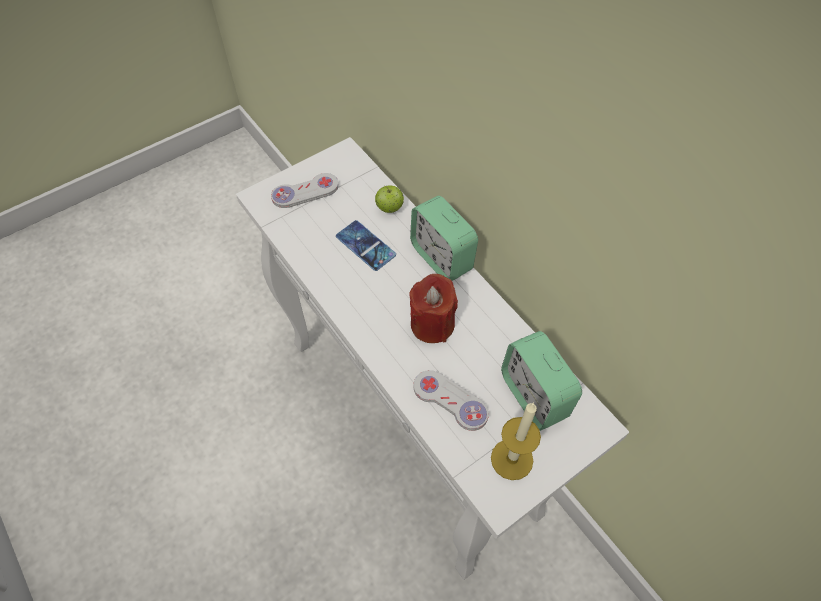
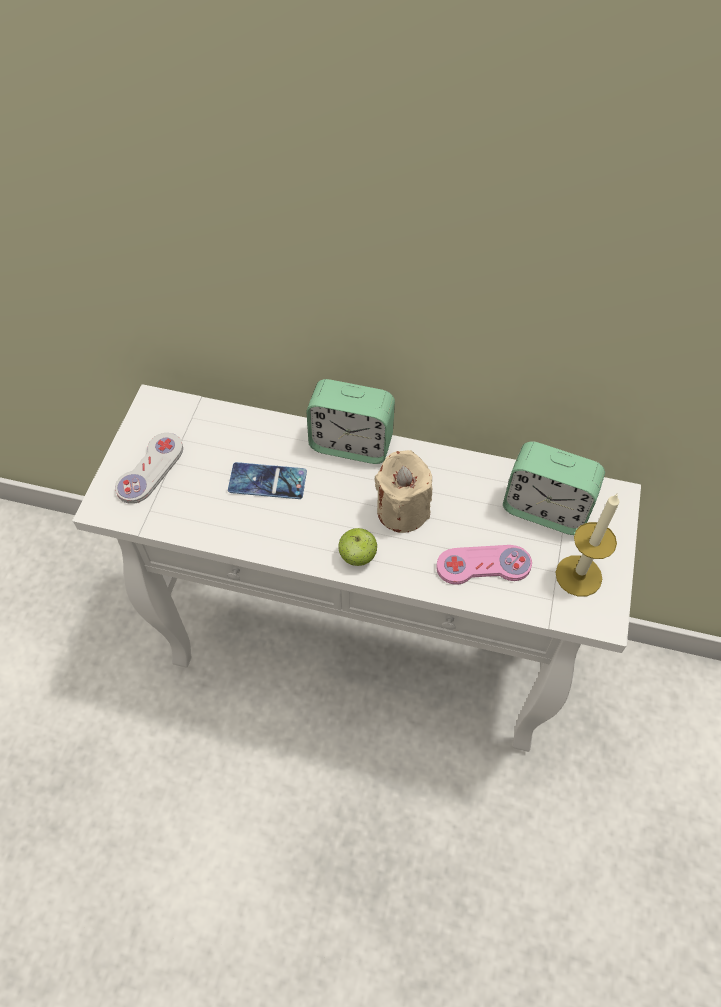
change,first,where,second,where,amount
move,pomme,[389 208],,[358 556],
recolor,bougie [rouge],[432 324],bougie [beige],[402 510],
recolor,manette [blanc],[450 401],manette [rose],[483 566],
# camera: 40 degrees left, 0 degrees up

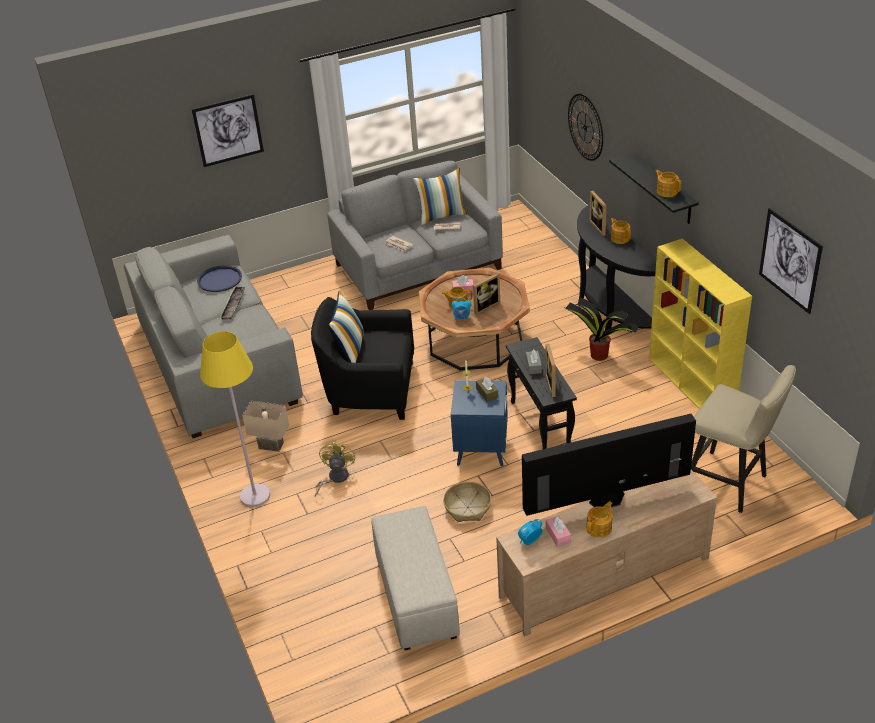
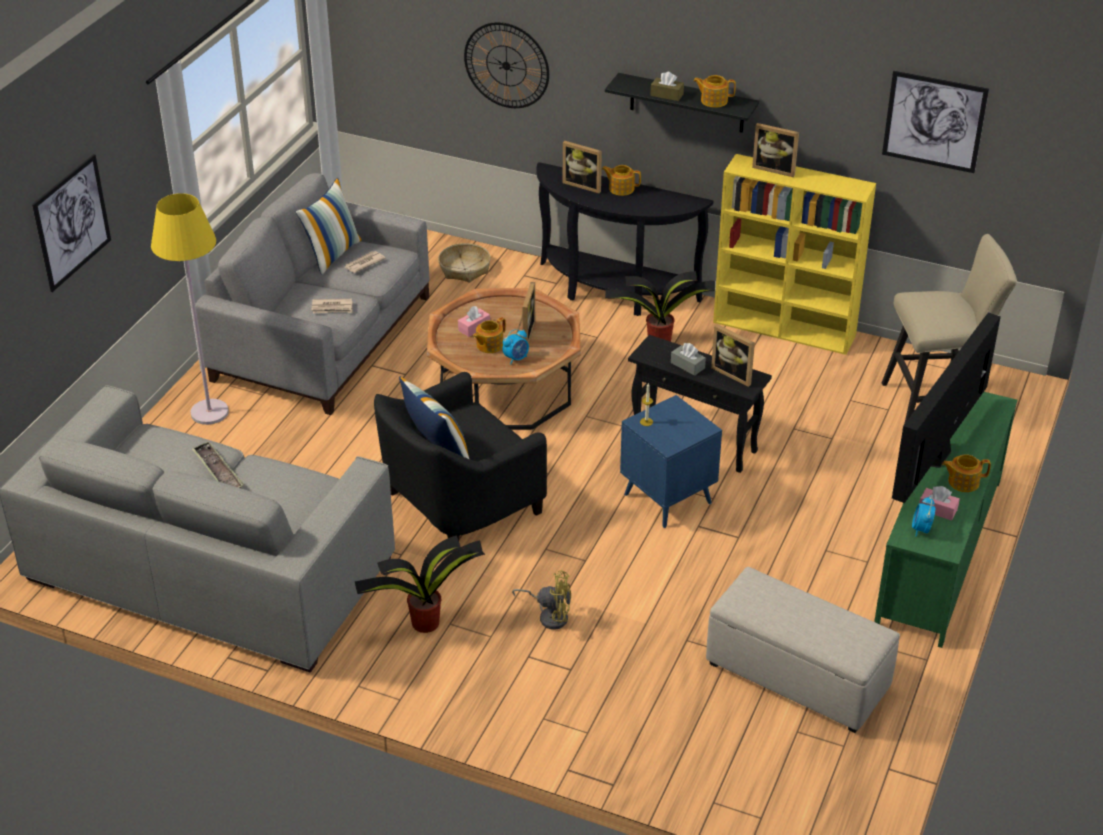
change,first,where,second,where,amount
move,lampadaire [jaune],[255 495],,[209 412],
replace,lampe de table [beige],[272 445],plante en pot,[423 623],
move,panier,[467 507],,[465 269],
rotate,ventilateur [jaune],[334 478],,[550 616],135 degrees clockwise
move,boîte à mouchoirs [marron],[487 393],,[667 95],
insert,,,cadre photo,[775 169],
recolor,meuble télé [beige],[604 577],meuble télé [vert],[939 552],
rotate,théière,[599 528],,[962 482],90 degrees counterclockwise
delete,plateau [bleu],[219 279],,,
# camera: 45 degrees left, 0 degrees up

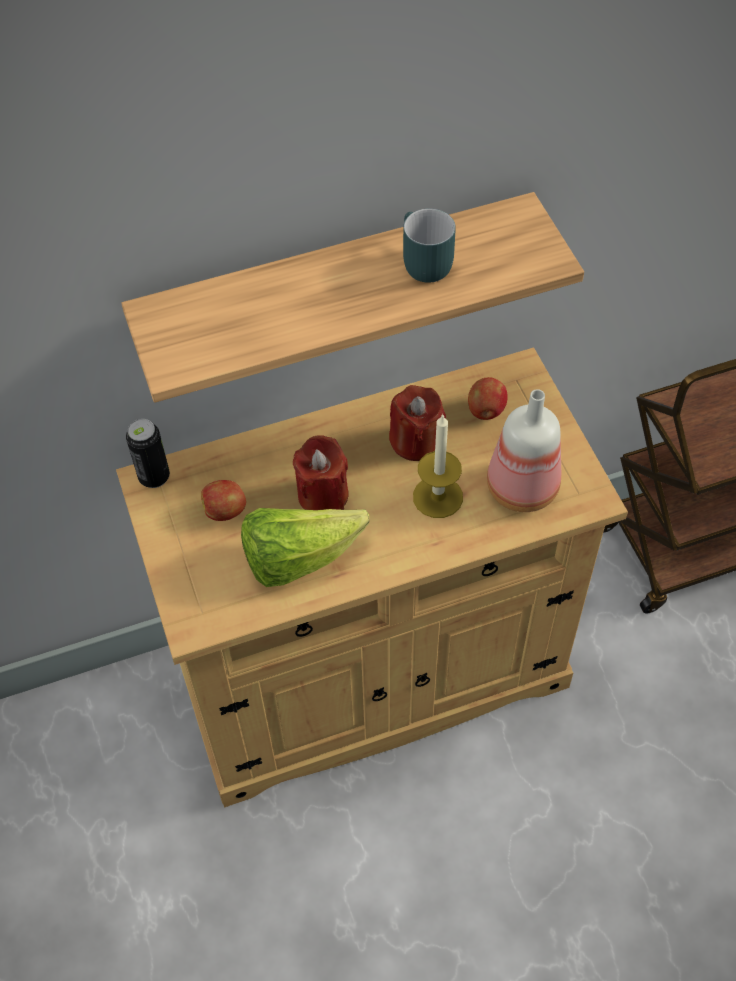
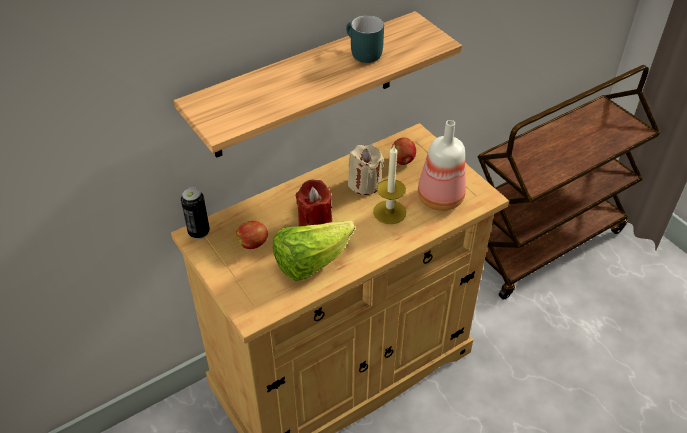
change,first,where,second,where,amount
recolor,bougie [rouge],[415 441],bougie [beige],[364 184],
# camera: 15 degrees left, 10 degrees down

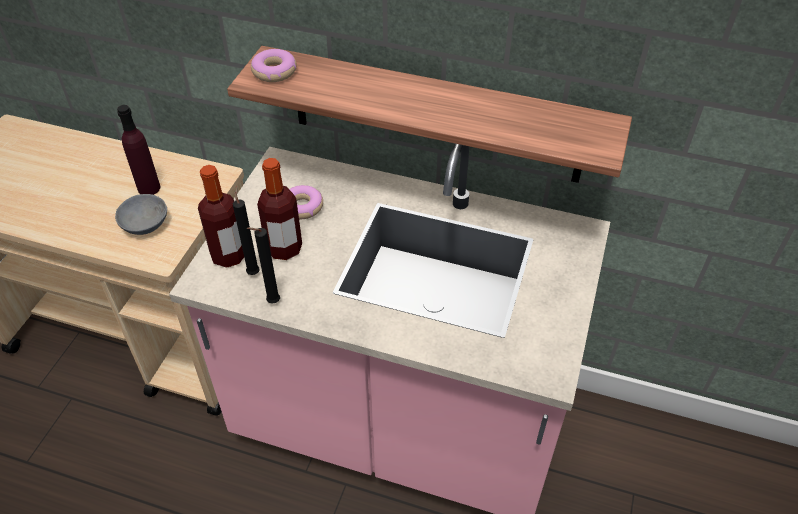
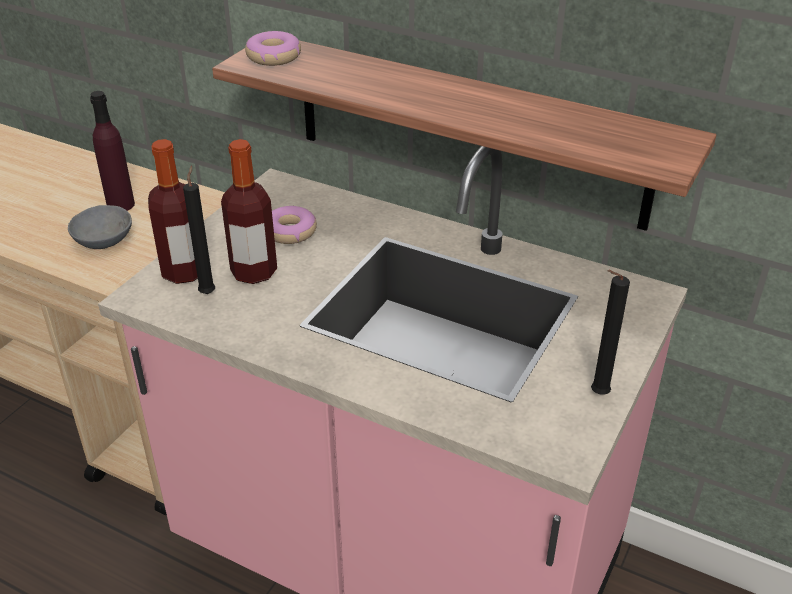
change,first,where,second,where,amount
move,bougie [noir],[271 302],,[596 394],
# camera: 10 degrees right, 10 degrees down

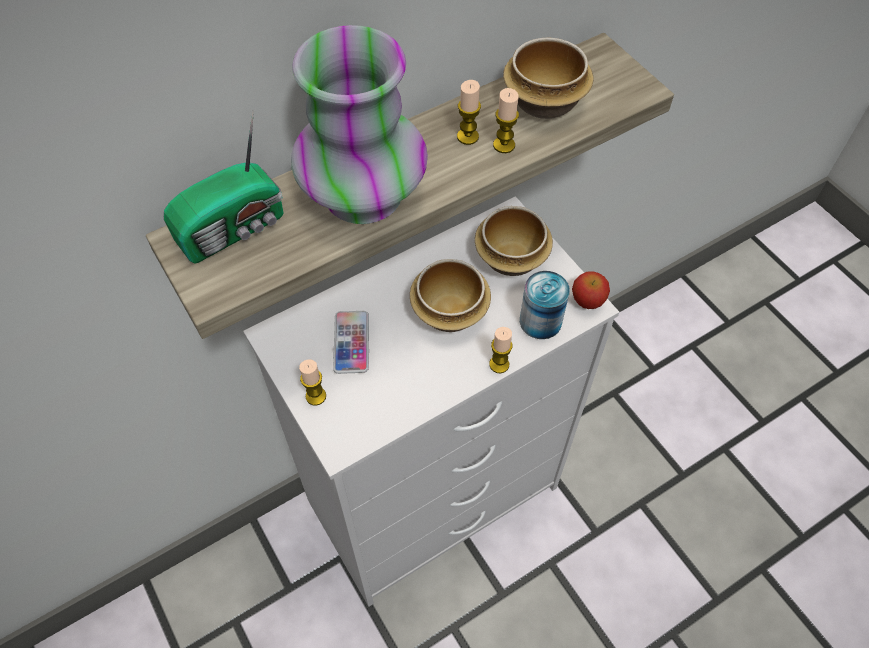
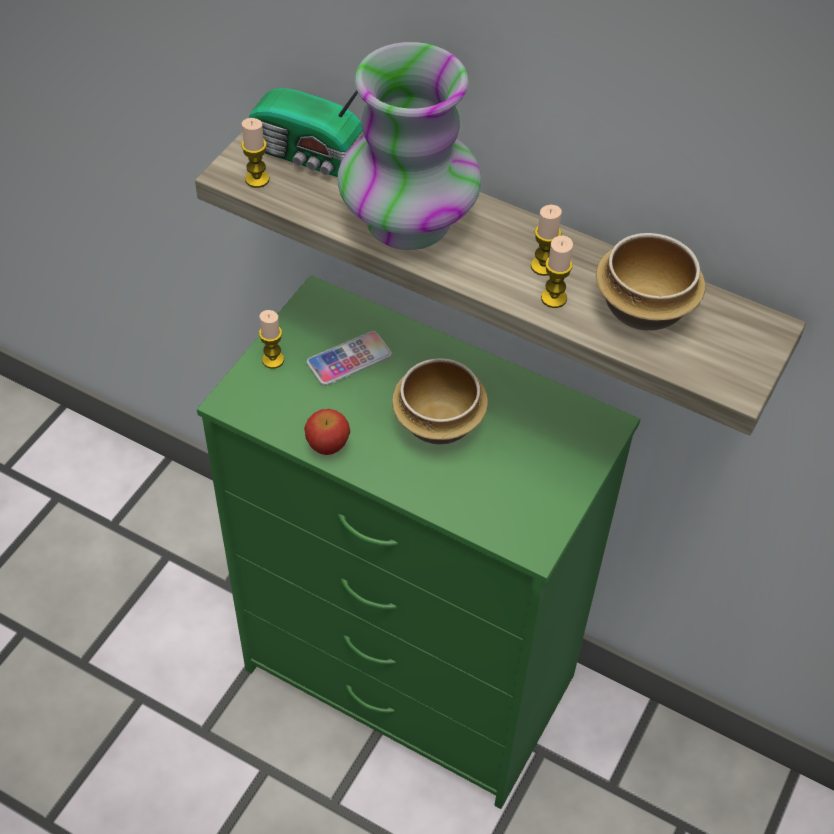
change,first,where,second,where,amount
recolor,commode [blanc],[435 493],commode [vert],[412 674],
move,bougie,[499 364],,[257 179],
move,pomme,[587 301],,[327 445],
delete,bol,[512 258],,,
delete,boîte métallique,[540 321],,,
# camera: 60 degrees right, 5 degrees down

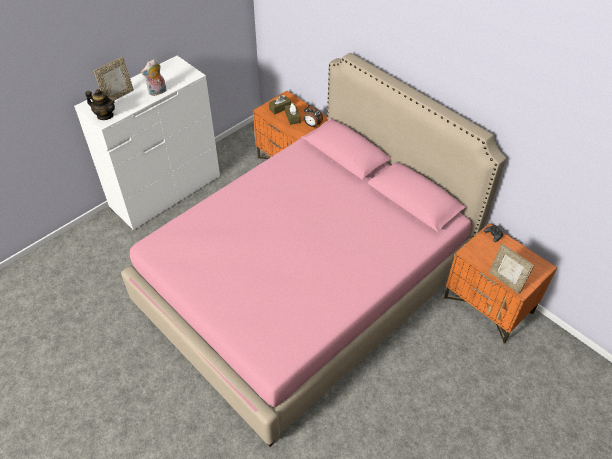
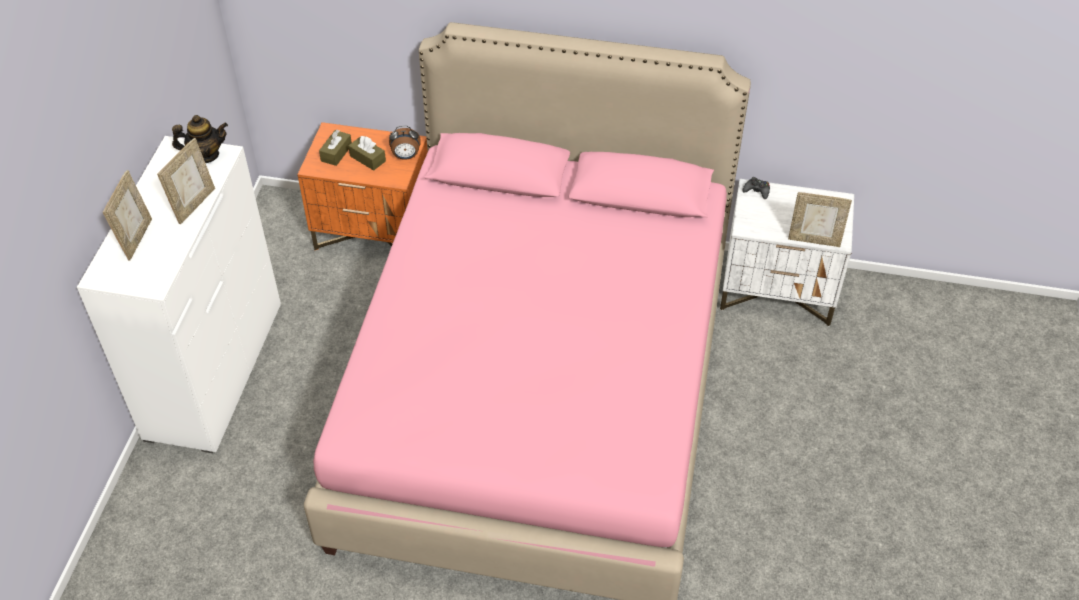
change,first,where,second,where,amount
replace,peluche,[157 92],cadre photo,[194 204],
move,théière,[105 115],,[206 155],
recolor,table de chevet [orange],[488 306],table de chevet [blanc],[778 290],
# camera: 35 degrees left, 0 degrees up

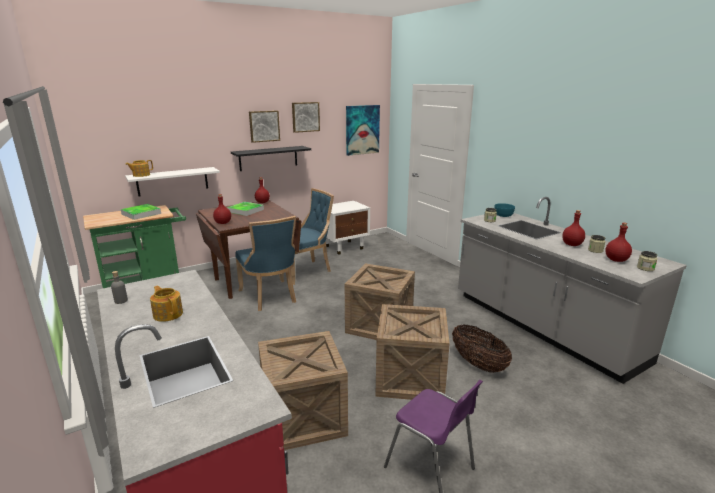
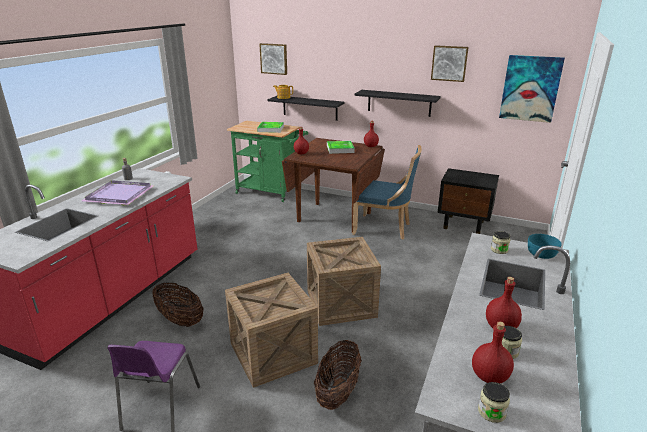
change,first,where,second,where,amount
replace,théière,[168 314],plateau [violet],[119 195],
replace,caisse,[303 417],panier,[180 320],
move,tableau,[264 126],,[274 58],
recolor,étagère [blanc],[173 181],étagère [noir],[310 108],
recolor,table de chevet [blanc],[344 247],table de chevet [noir],[464 225],
delete,chaise [bleu],[270 297],,,
# camera: 55 degrees right, 5 degrees up

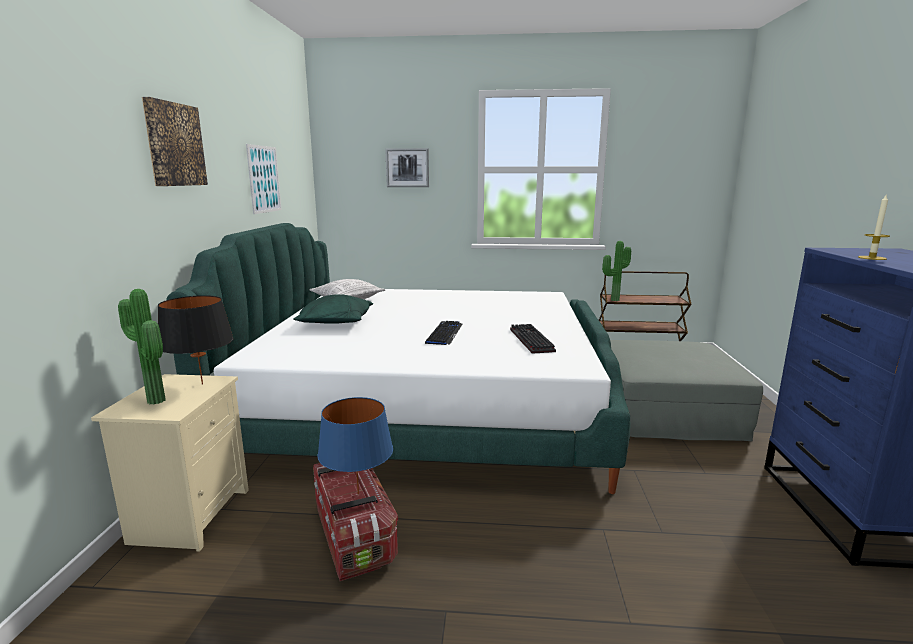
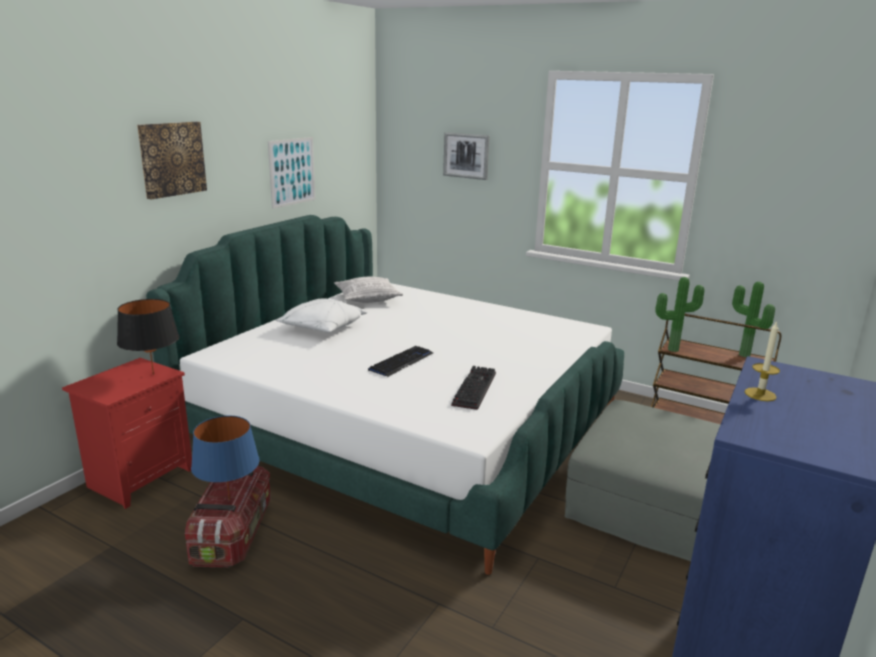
change,first,where,second,where,amount
recolor,table de chevet [beige],[190 515],table de chevet [rouge],[141 477],
recolor,coussin [vert],[336 323],coussin [blanc],[322 328],
move,plante en pot,[153 402],,[743 355],
# camera: 25 degrees right, 5 degrees up

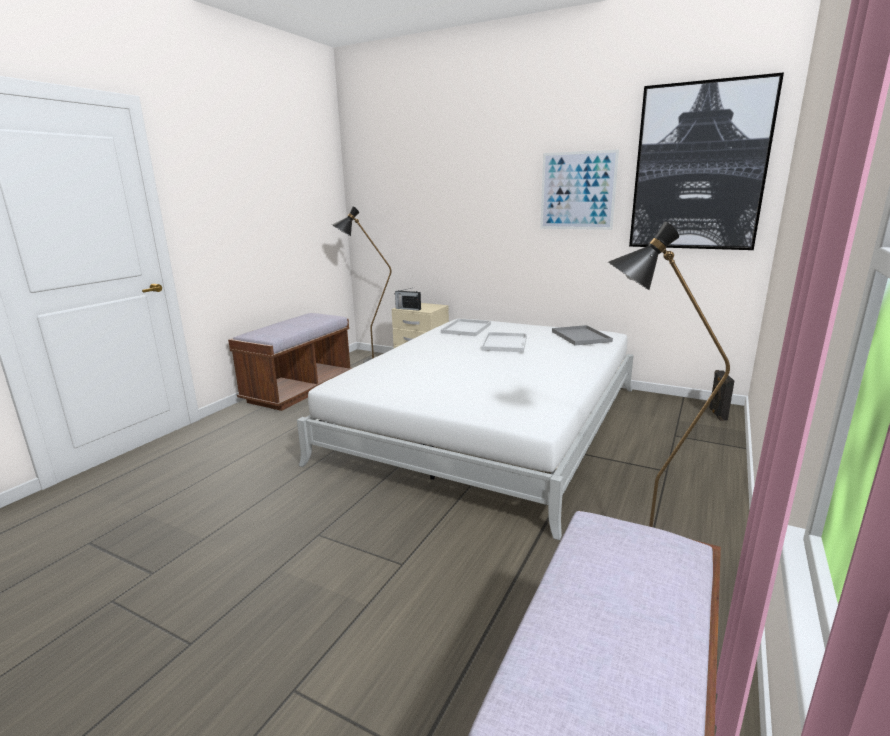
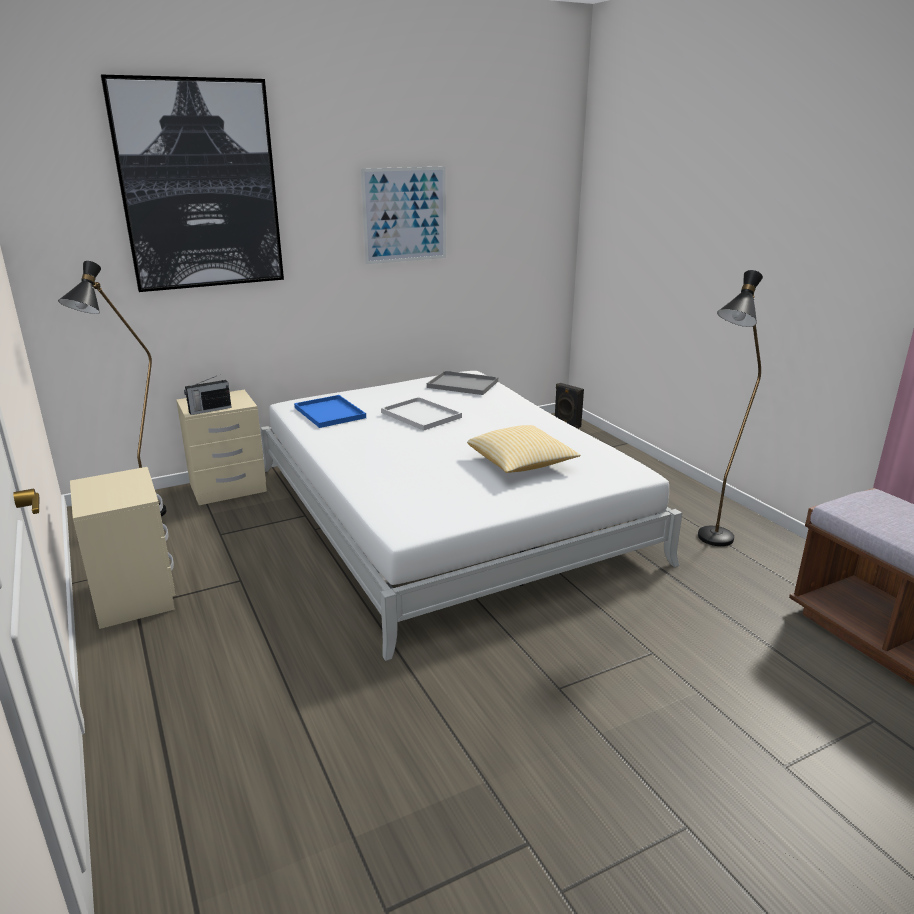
change,first,where,second,where,amount
replace,banc [marron],[299 389],table de chevet [beige],[134 596],
move,tableau,[699 168],,[199 186],
recolor,plateau [blanc],[466 328],plateau [bleu],[328 412],
insert,,,coussin,[521 464],
# camera: 55 degrees left, 5 degrees up

